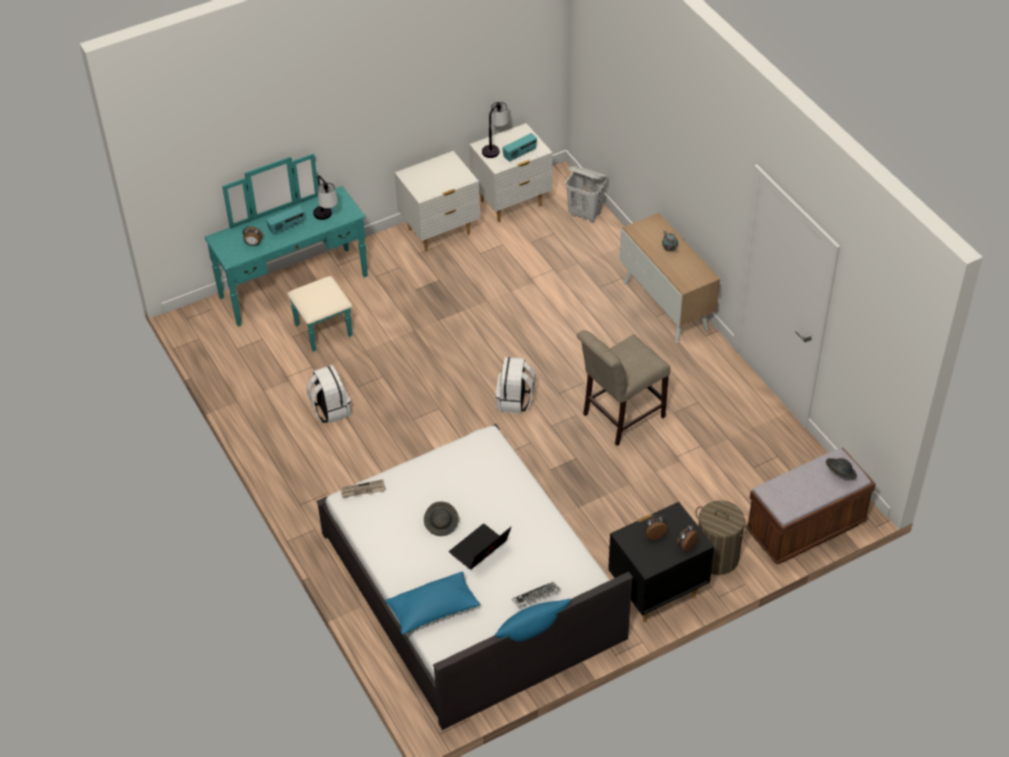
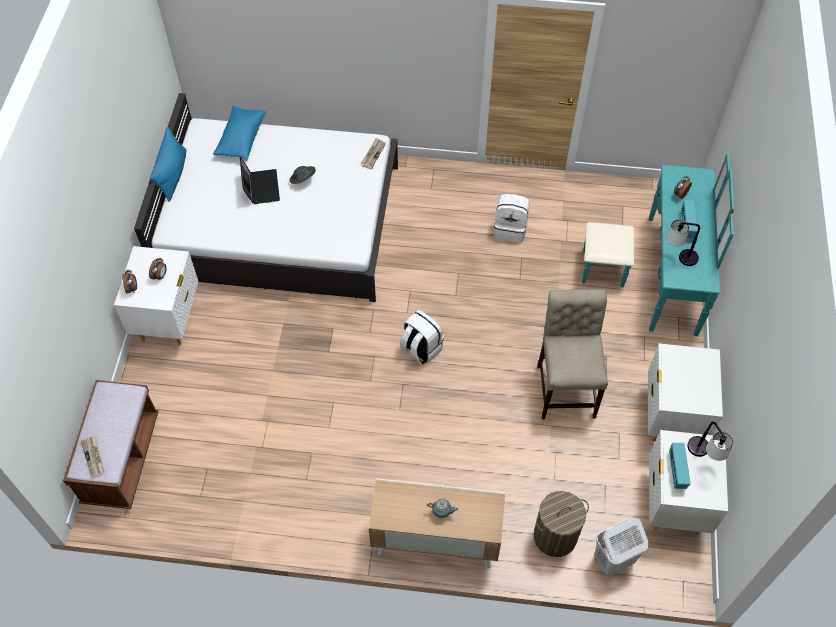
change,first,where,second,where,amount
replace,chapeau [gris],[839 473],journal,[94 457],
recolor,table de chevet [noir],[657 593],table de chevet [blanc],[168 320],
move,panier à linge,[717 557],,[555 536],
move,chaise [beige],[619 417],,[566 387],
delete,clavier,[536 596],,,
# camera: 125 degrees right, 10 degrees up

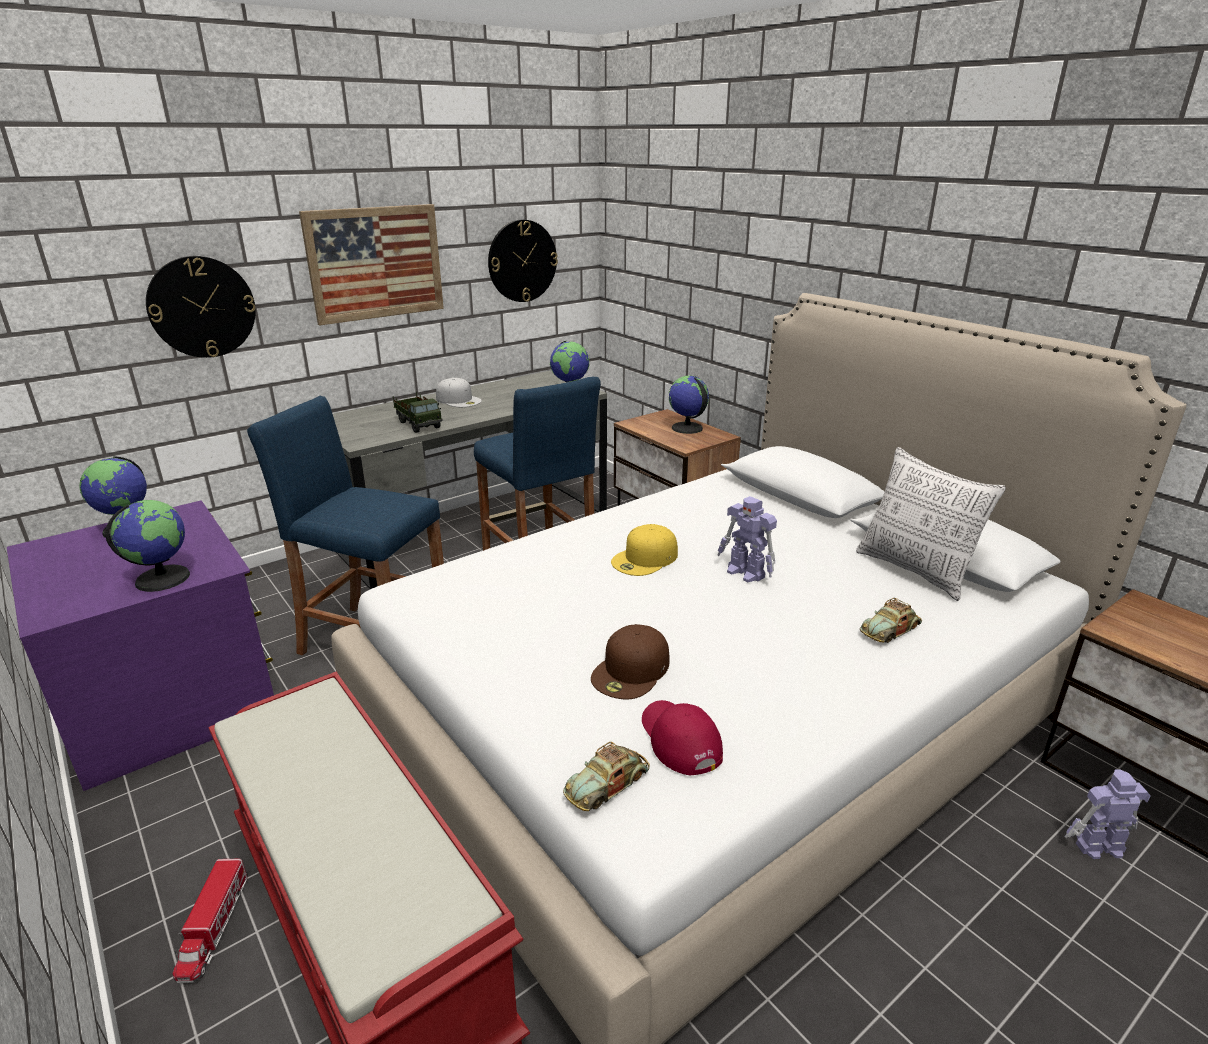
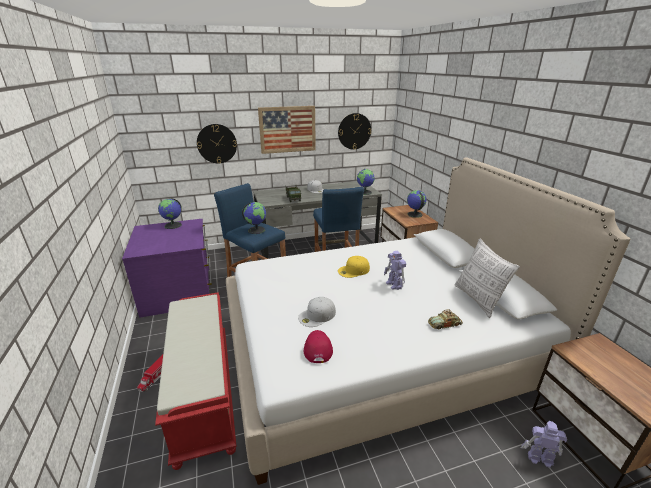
change,first,where,second,where,amount
move,globe,[162 578],,[256 230],
recolor,casquette [marron],[631 671],casquette [blanc],[317 316],
delete,petite voiture,[607 784],,,
# camera: 20 degrees right, 0 degrees up

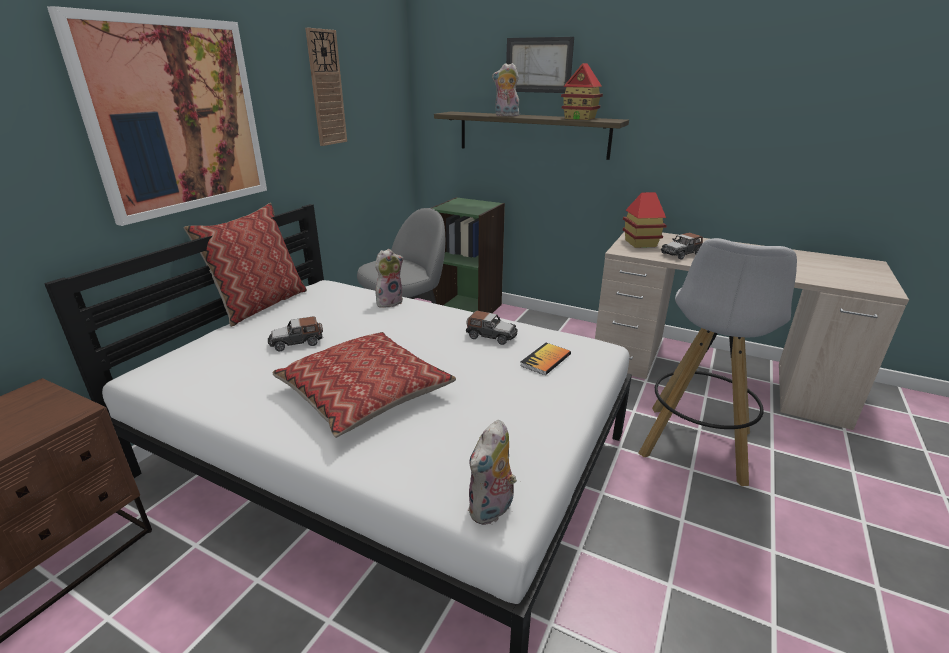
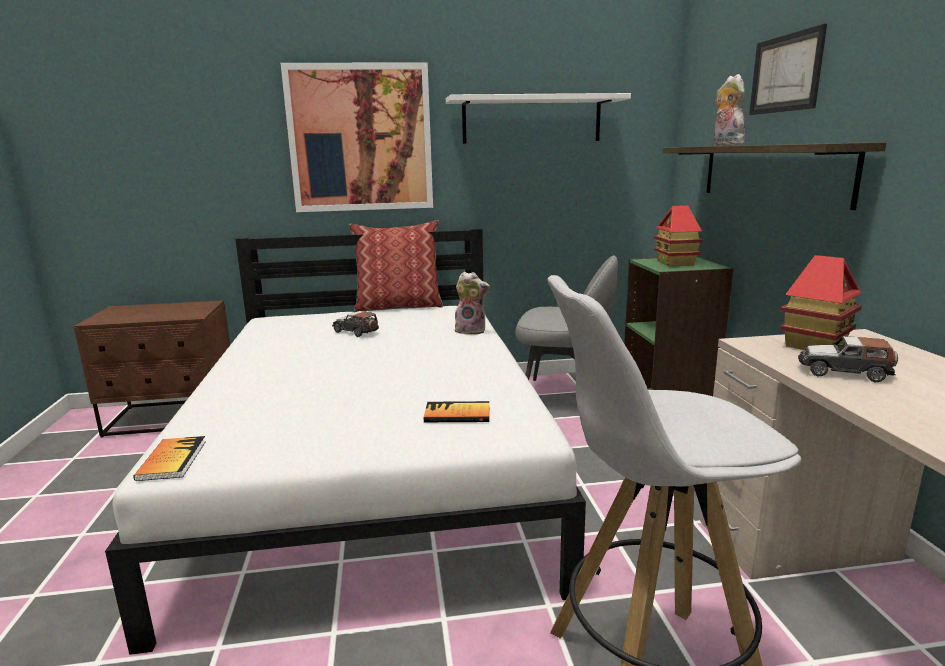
change,first,where,second,where,amount
replace,peluche,[492 510],livre,[172 460],
replace,horloge murale,[326 88],étagère [blanc],[532 120],
move,maison miniature,[580 118],,[675 263],
delete,coussin,[364 393],,,
delete,petite voiture,[491 336],,,
# camera: 55 degrees right, 10 degrees down

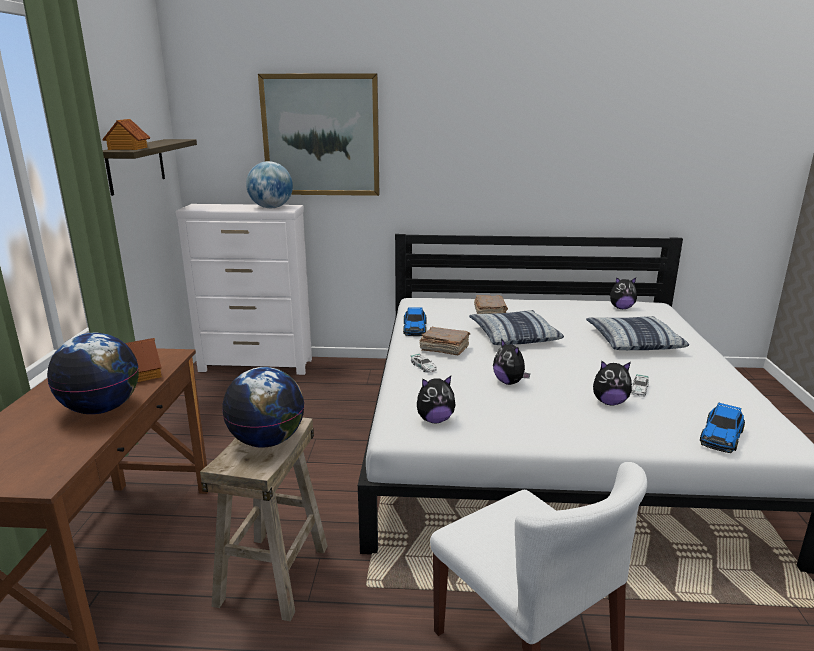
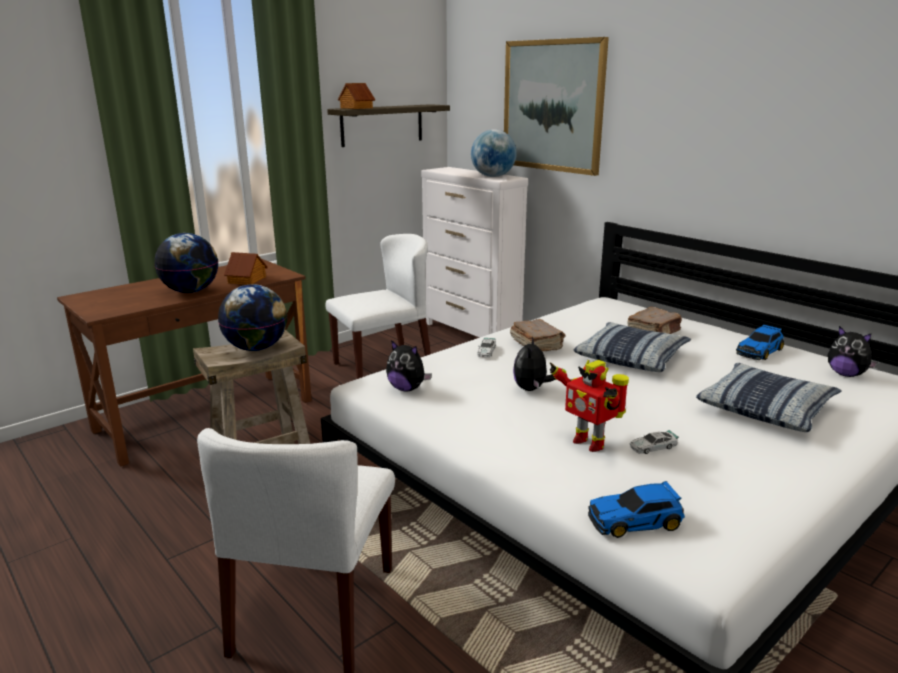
change,first,where,second,where,amount
insert,,,chaise [blanc],[383 366],
replace,peluche,[609 402],robot jouet,[589 442],
move,petite voiture,[415 328],,[759 351],
# camera: 45 degrees right, 0 degrees up

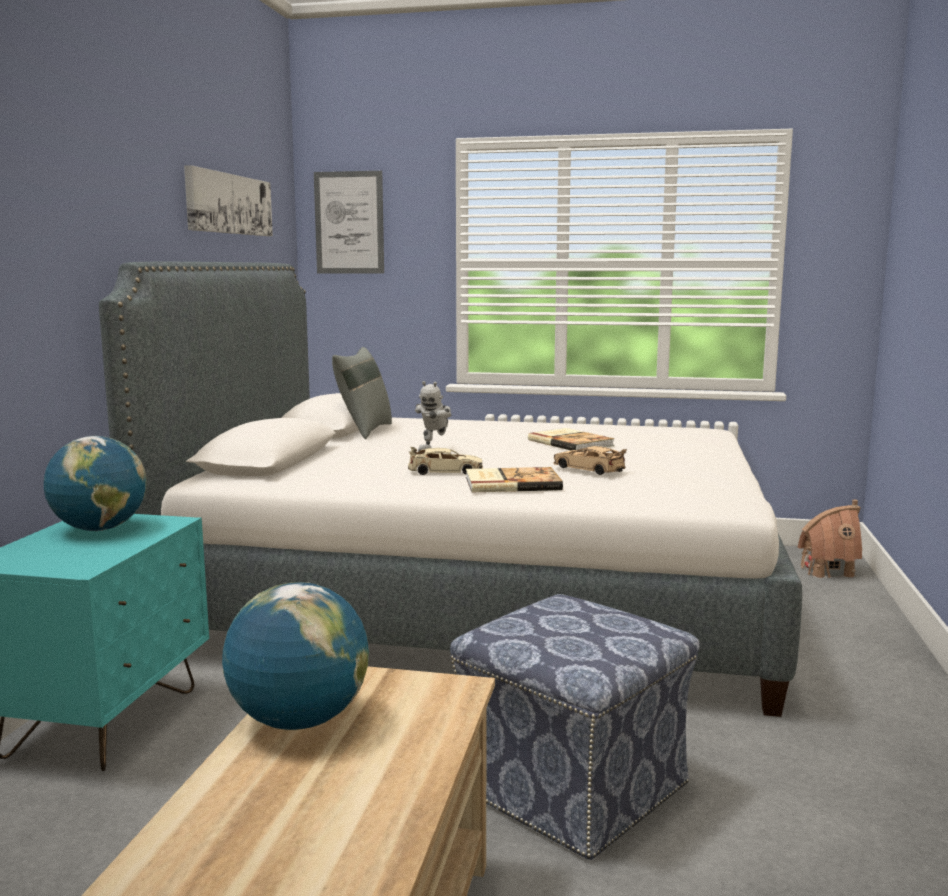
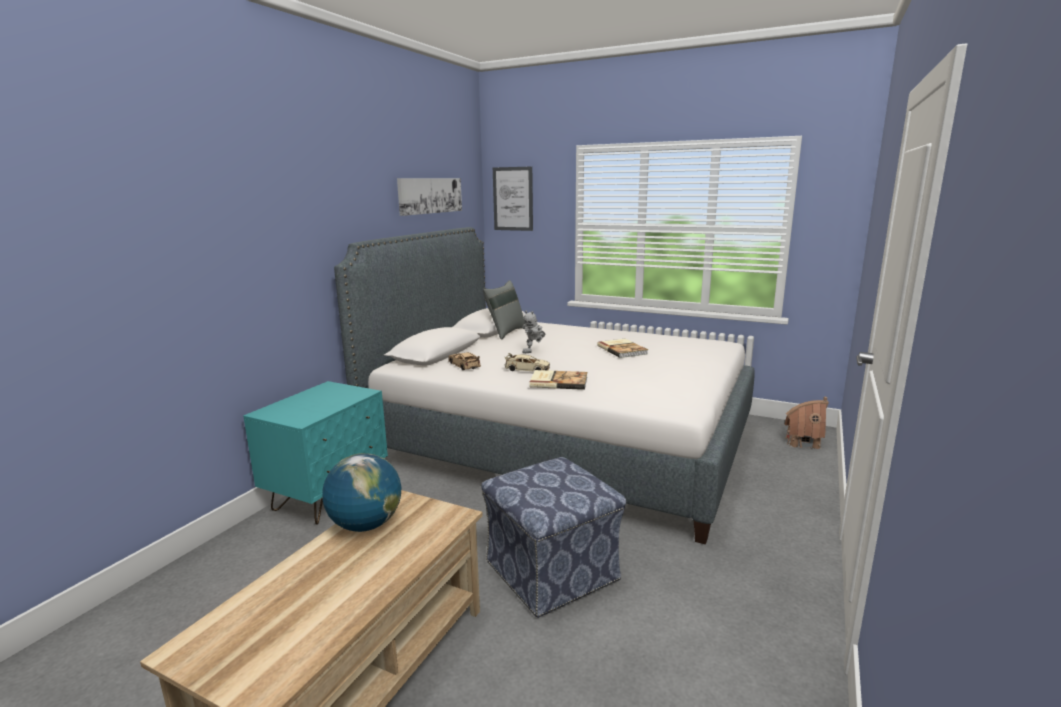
change,first,where,second,where,amount
move,petite voiture [beige],[588 469],,[464 365],
delete,globe,[100 529],,,
# camera: 15 degrees right, 5 degrees up

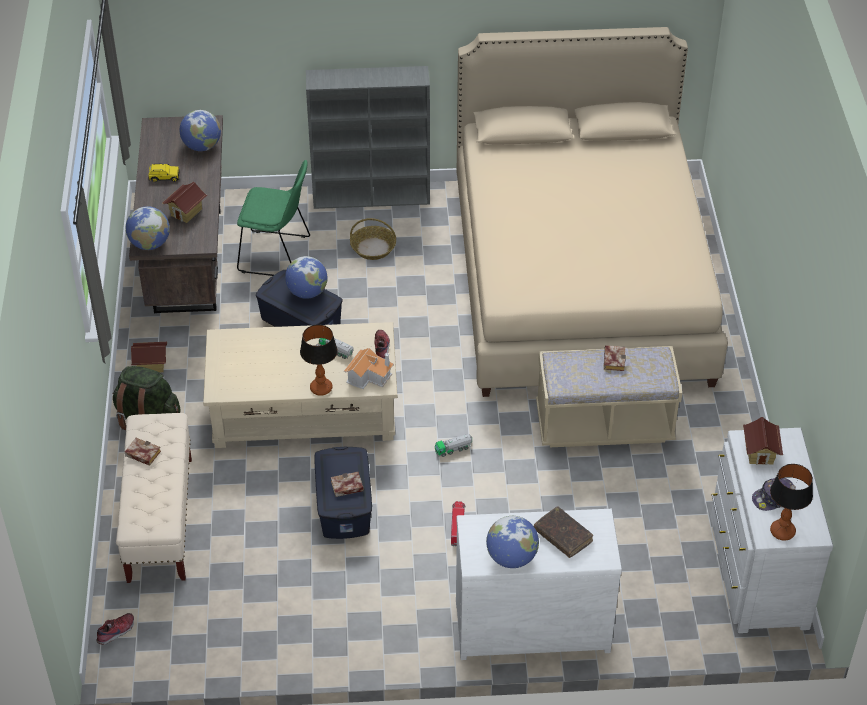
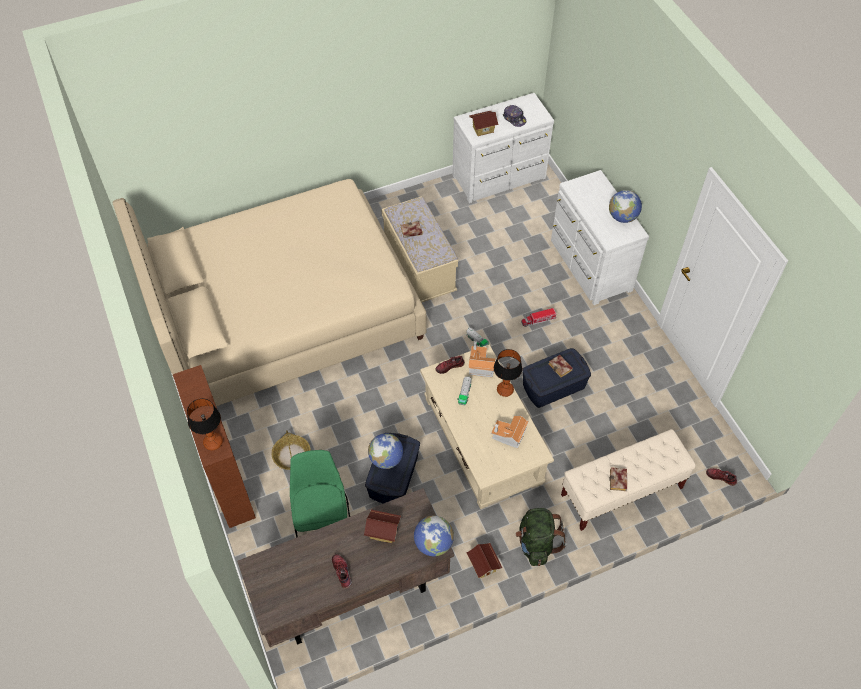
change,first,where,second,where,amount
recolor,bibliothèque [gris],[372 196],bibliothèque [marron],[227 478],
move,lampe de table,[782 532],,[213 442],
replace,petite voiture [jaune],[164 177],chaussure,[342 572],
insert,,,maison miniature,[509 435],
delete,globe,[202 146],,,
delete,livre [marron],[563 536],,,
# camera: 110 degrees left, 10 degrees up

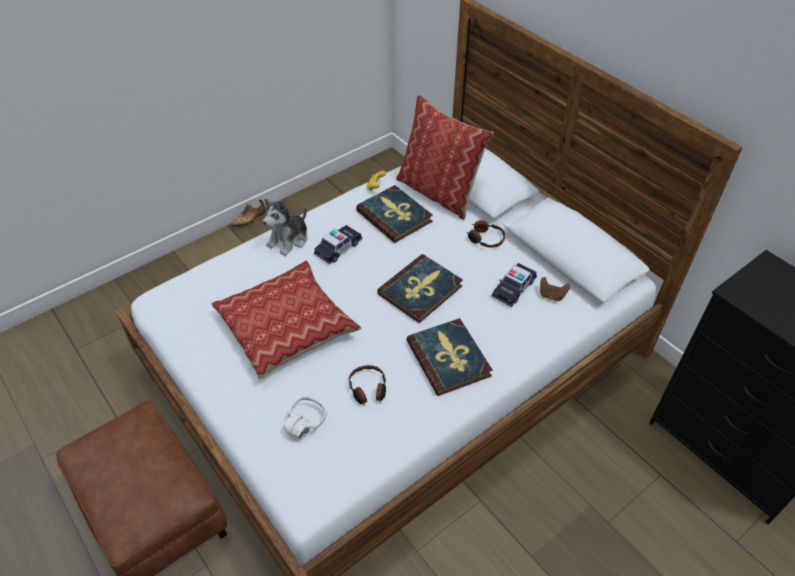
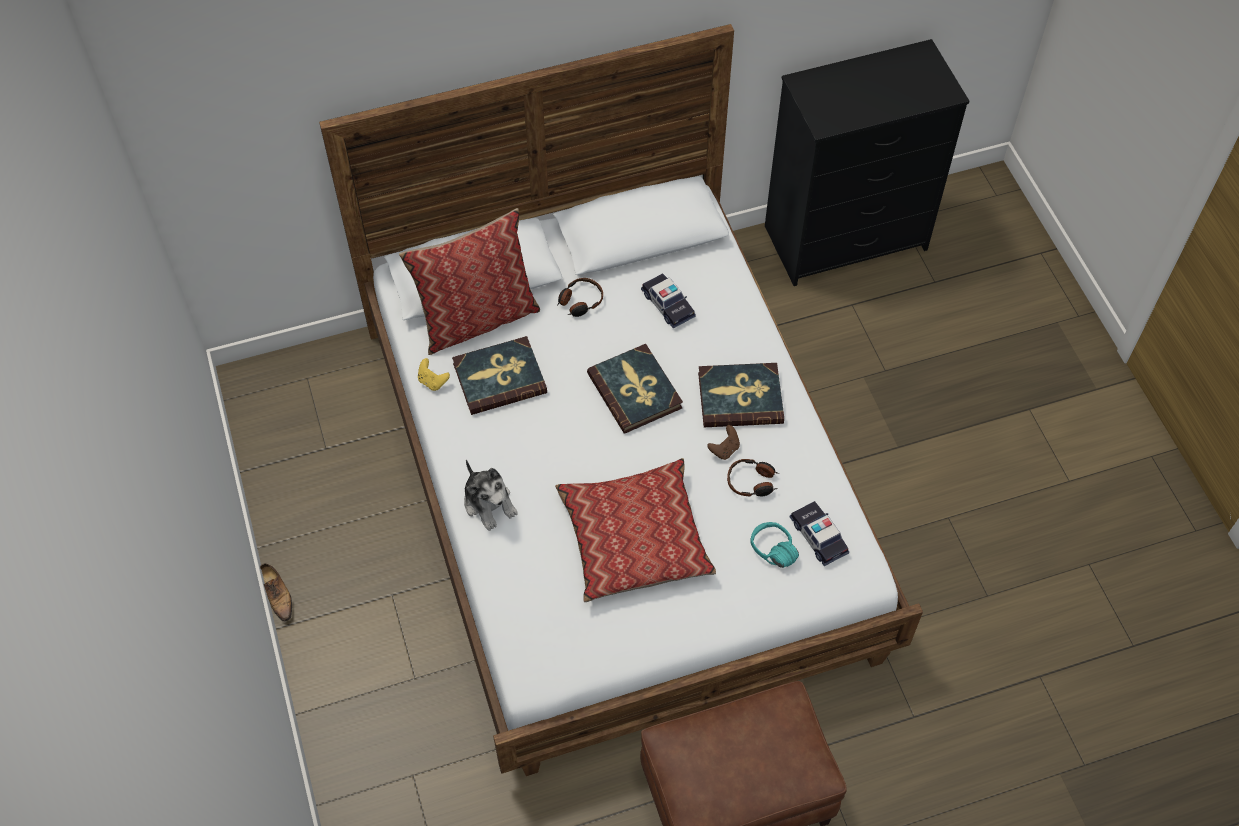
change,first,where,second,where,amount
move,manette [marron],[551 295],,[724 449],
recolor,casque audio [blanc],[299 419],casque audio [turquoise],[768 554],
move,petite voiture,[338 248],,[818 536],
# camera: 70 degrees left, 10 degrees up

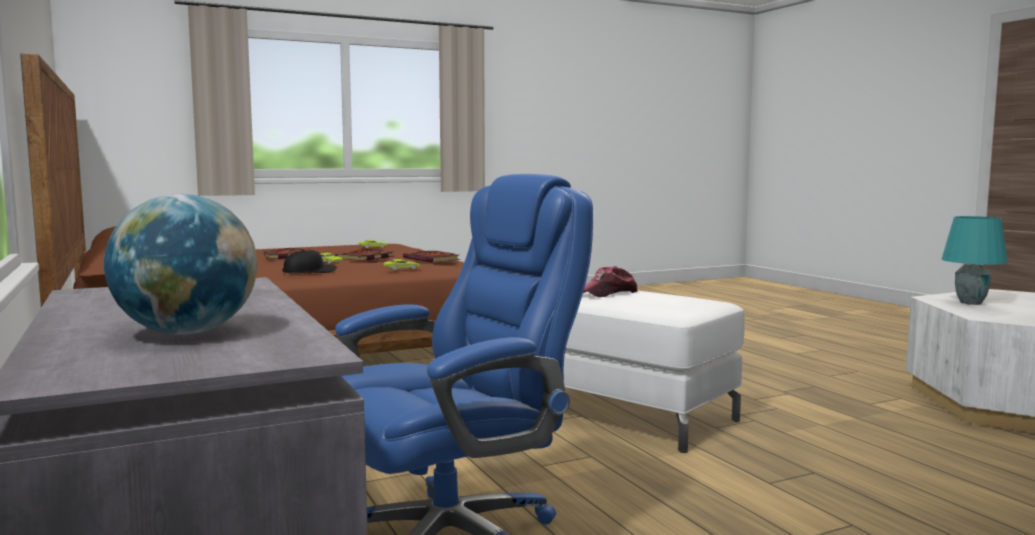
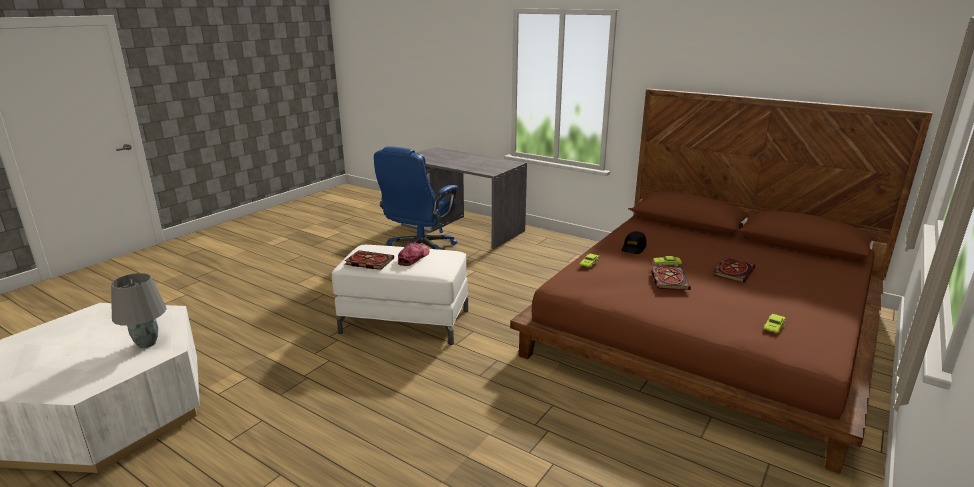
change,first,where,second,where,amount
recolor,lampe de table [turquoise],[970 302],lampe de table [gris],[147 344],
move,livre,[433 259],,[368 262],
delete,globe,[187 333],,,
# camera: 150 degrees right, 15 degrees up

